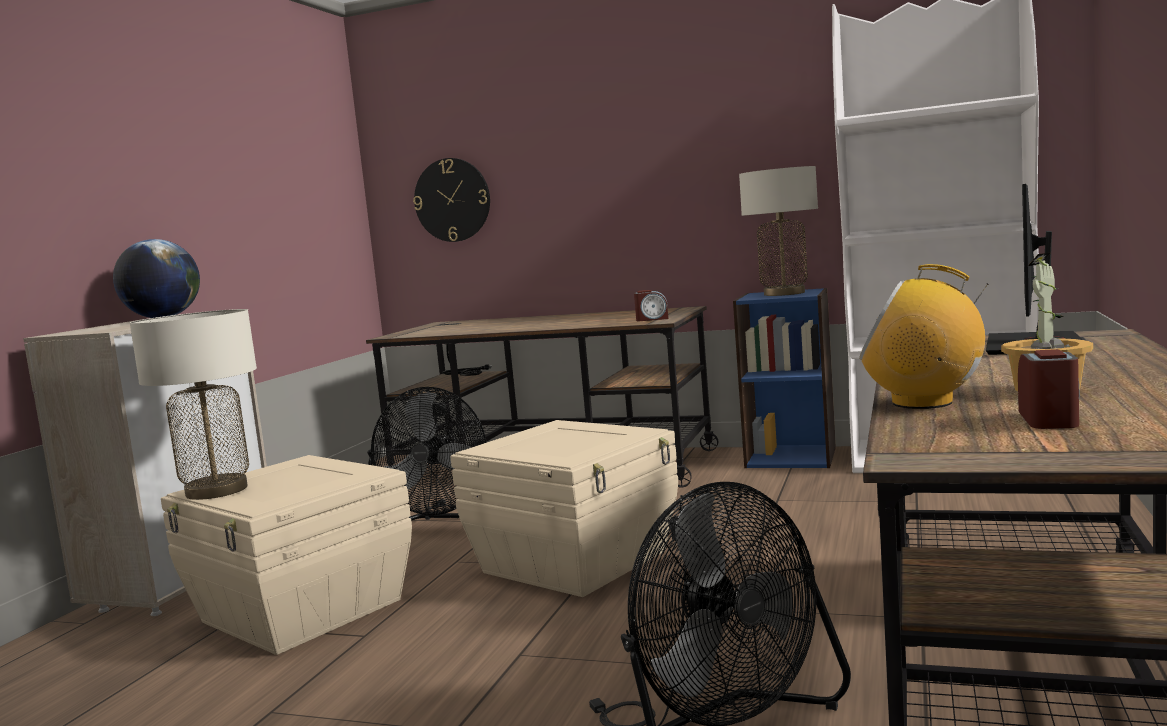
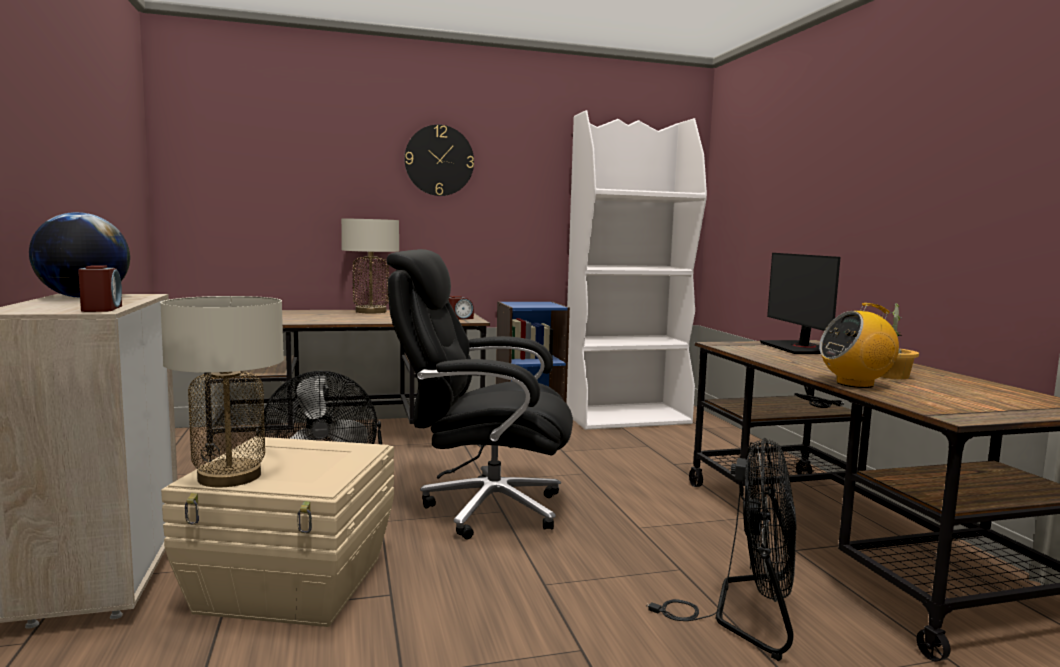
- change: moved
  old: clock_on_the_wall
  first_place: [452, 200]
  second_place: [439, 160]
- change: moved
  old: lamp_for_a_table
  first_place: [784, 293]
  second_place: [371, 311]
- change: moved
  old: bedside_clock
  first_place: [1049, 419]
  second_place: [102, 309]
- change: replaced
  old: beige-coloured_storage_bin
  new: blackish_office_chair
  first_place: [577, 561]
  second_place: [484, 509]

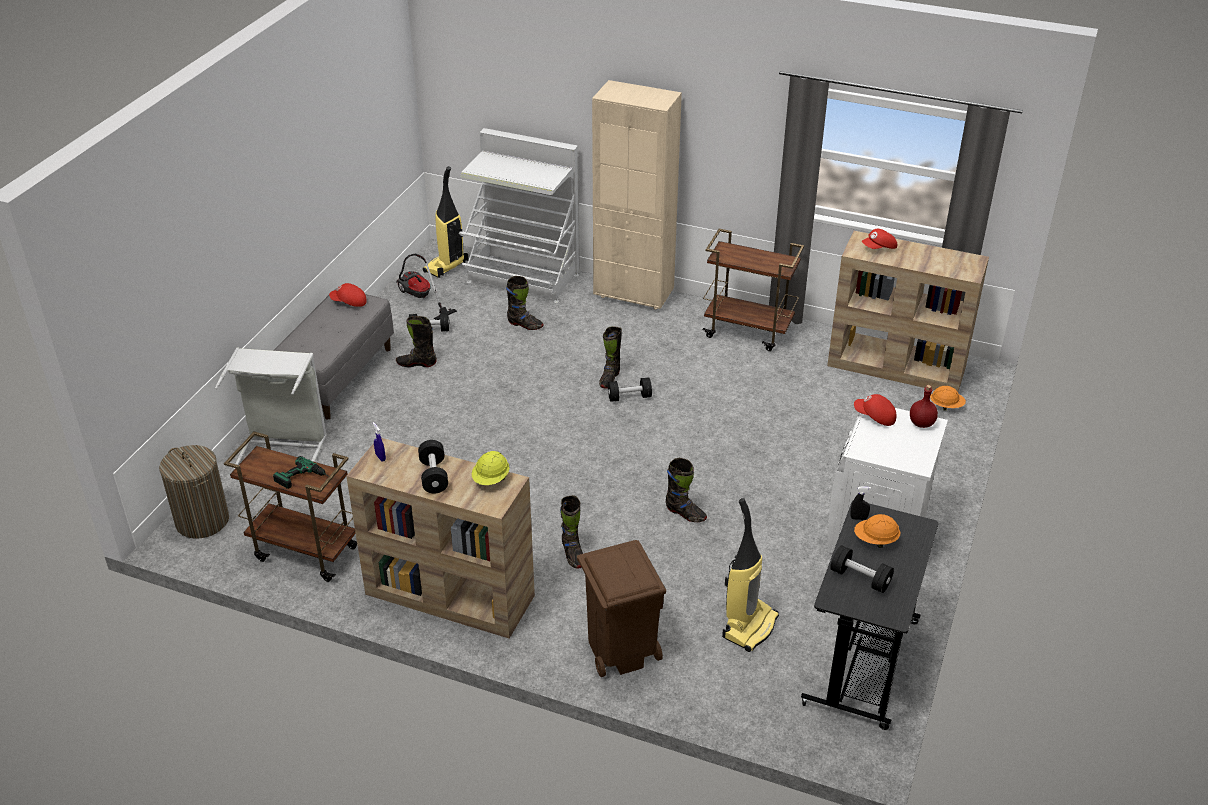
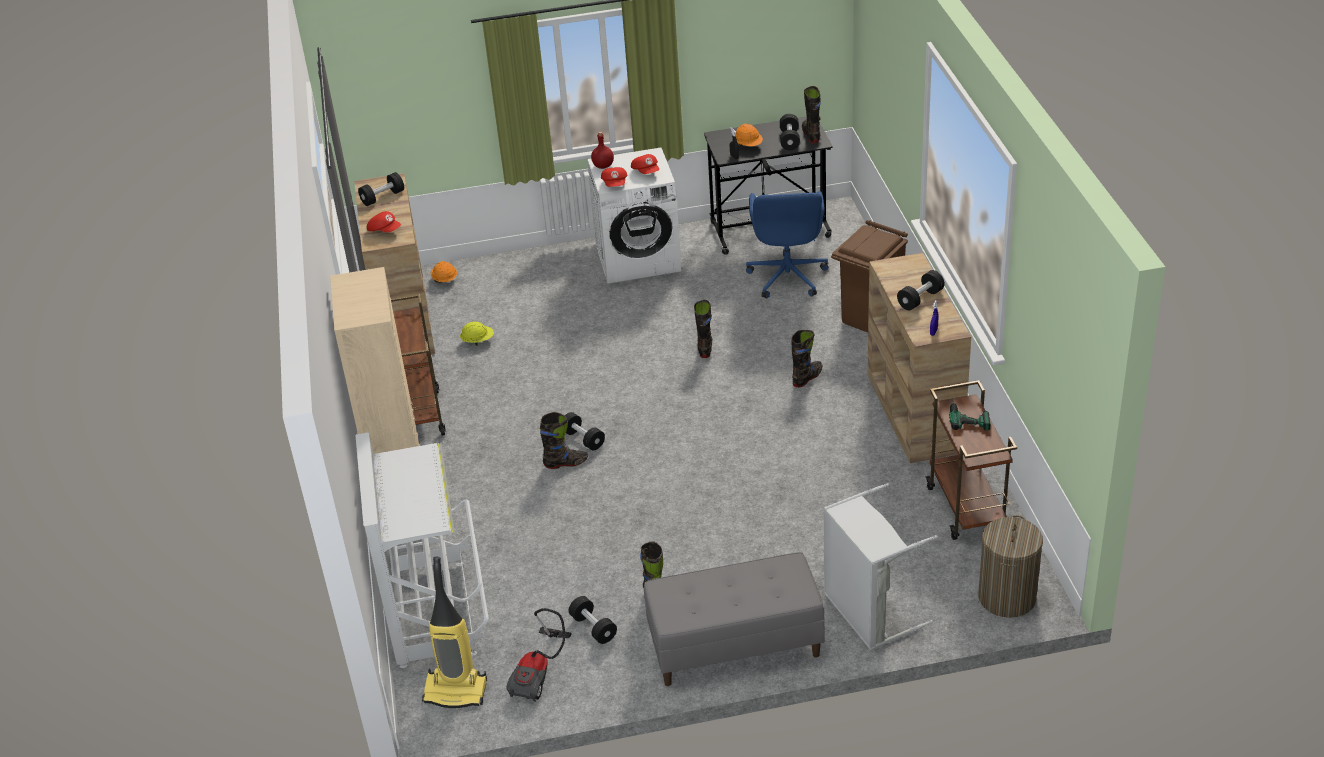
- change: moved
  old: blackish_boot
  first_place: [525, 325]
  second_place: [811, 135]
- change: moved
  old: red-coloured_peaked_cap
  first_place: [349, 302]
  second_place: [646, 171]
- change: moved
  old: yellowish_safety_helmet
  first_place: [491, 479]
  second_place: [478, 341]
- change: replaced
  old: vacuum
  new: blue-coloured_office_chair
  first_place: [749, 626]
  second_place: [787, 278]
- change: added
  new: blackish_dumbbell
  second_place: [382, 197]

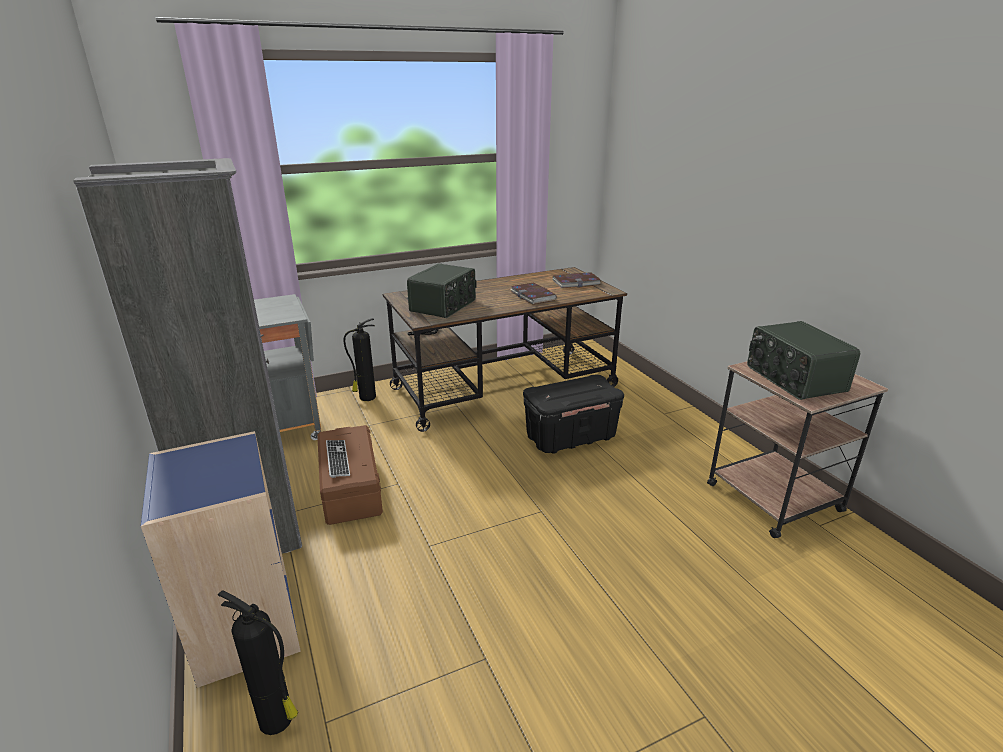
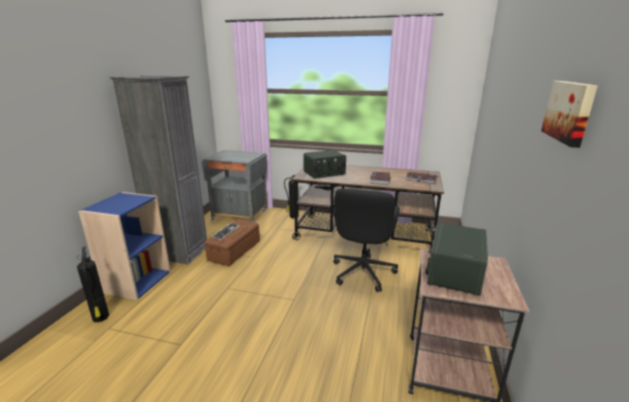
- change: replaced
  old: blackish_storage_bin
  new: blackish_office_chair
  first_place: [570, 437]
  second_place: [362, 273]
- change: added
  new: wall_picture
  second_place: [570, 111]

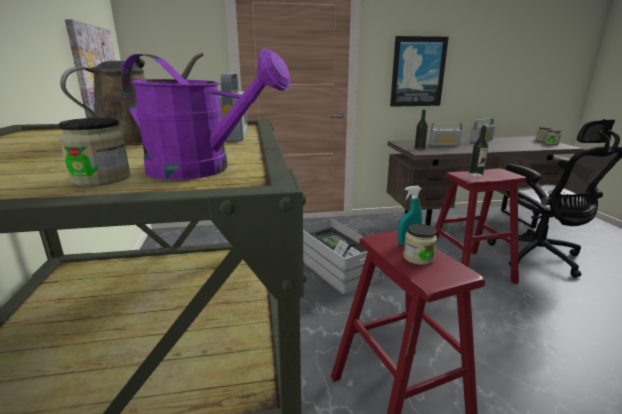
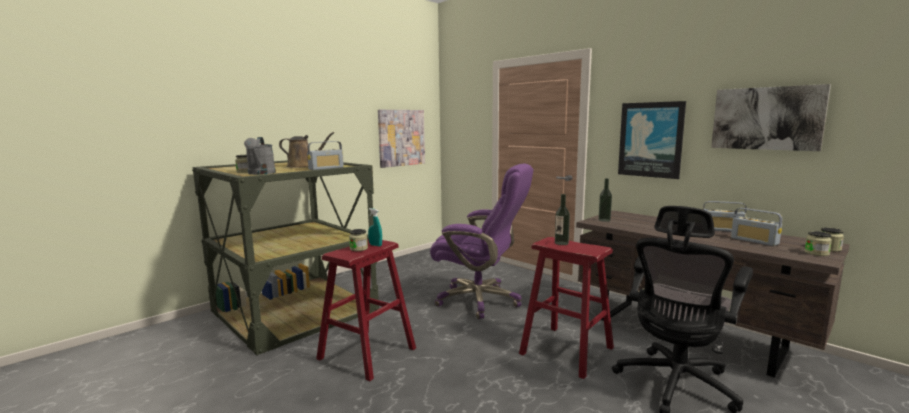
- change: recoloured
  old: purple_sprinkling_can
  new: gray_sprinkling_can
  first_place: [201, 170]
  second_place: [261, 173]
- change: moved
  old: radio_set
  first_place: [444, 145]
  second_place: [754, 241]
- change: replaced
  old: gray_storage_bin
  new: purple_office_chair
  first_place: [337, 268]
  second_place: [480, 302]
- change: added
  new: wall_picture
  second_place: [766, 118]

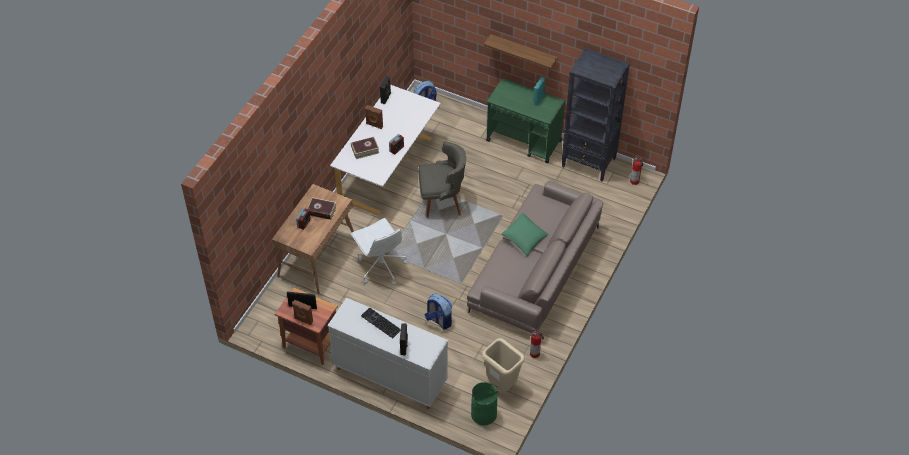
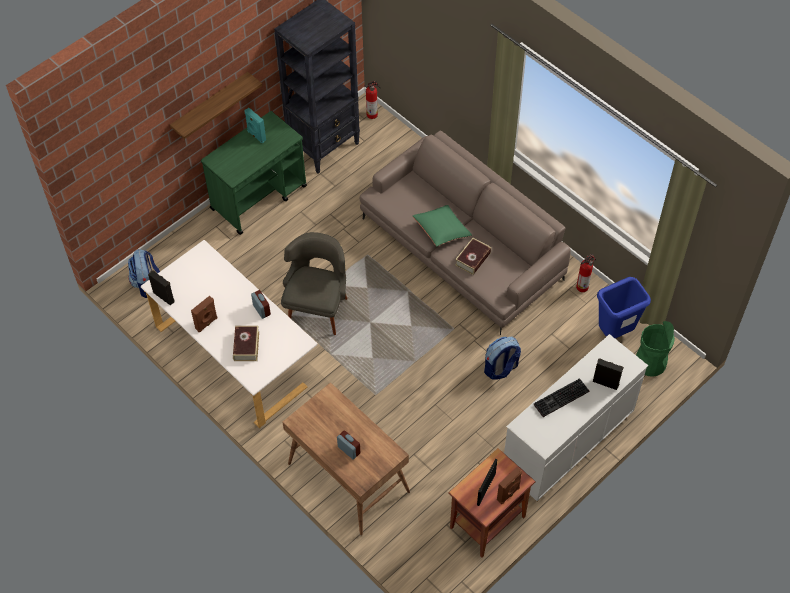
- change: moved
  old: volume
  first_place: [321, 211]
  second_place: [473, 259]
- change: removed
  old: white_office_chair
  first_place: [380, 266]
- change: recoloured
  old: beige-coloured_trash_can
  new: blue-coloured_trash_can
  first_place: [502, 385]
  second_place: [615, 332]

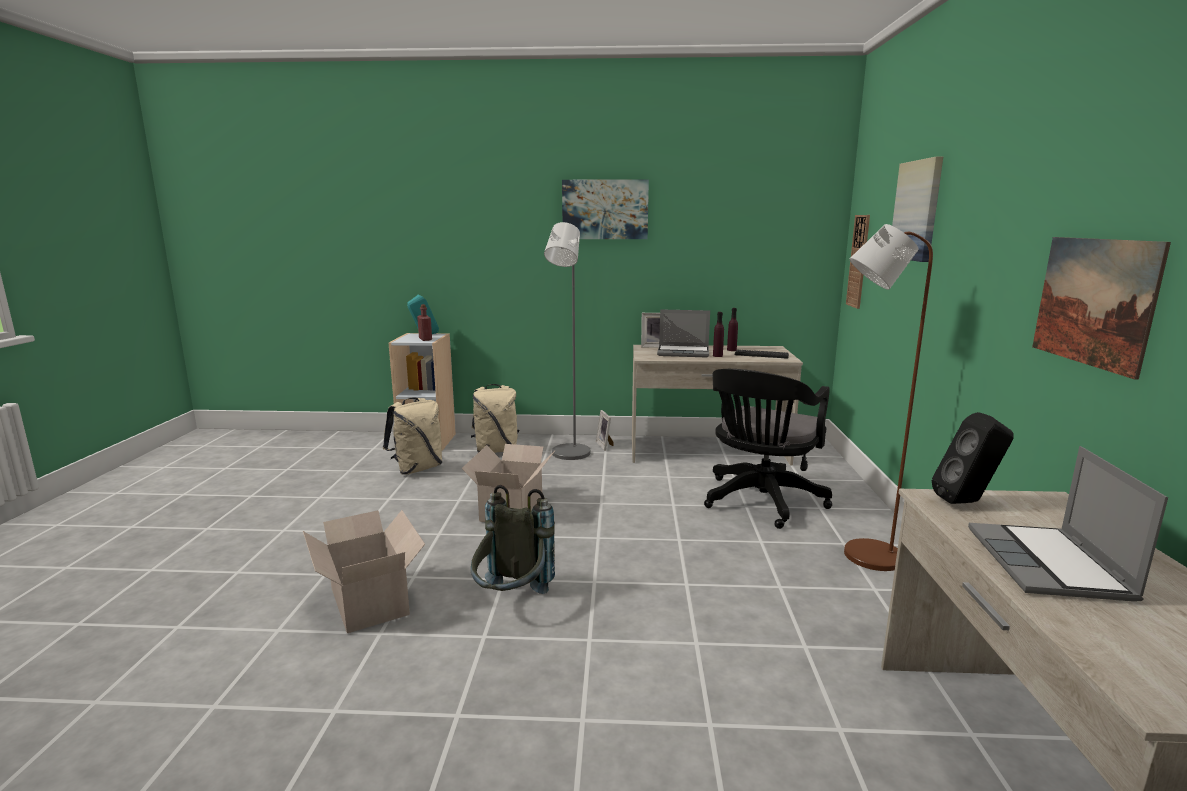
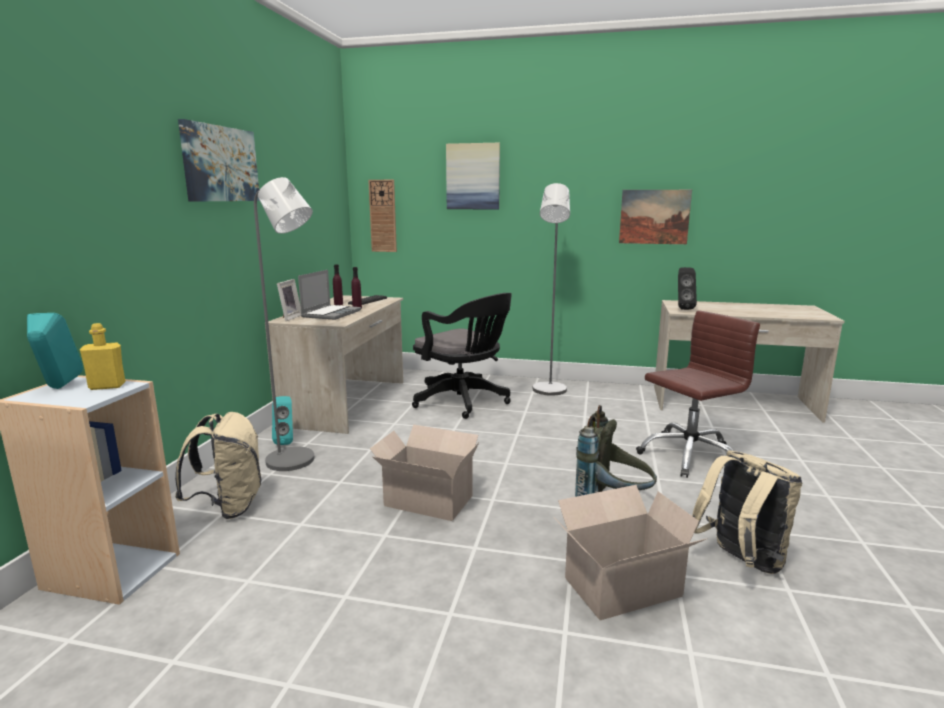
- change: recoloured
  old: brownish_standard_lamp
  new: gray_standard_lamp
  first_place: [861, 556]
  second_place: [549, 392]
- change: recoloured
  old: red-coloured_beverage_bottle
  new: yellowish_beverage_bottle
  first_place: [425, 339]
  second_place: [107, 386]
- change: moved
  old: beige-coloured_rucksack
  first_place: [417, 469]
  second_place: [740, 561]
- change: replaced
  old: picture_frame
  new: blue-green_audio_speaker
  first_place: [605, 445]
  second_place: [286, 441]
- change: removed
  old: laptop
  first_place: [1049, 565]
- change: added
  new: brownish_office_chair
  second_place: [689, 455]

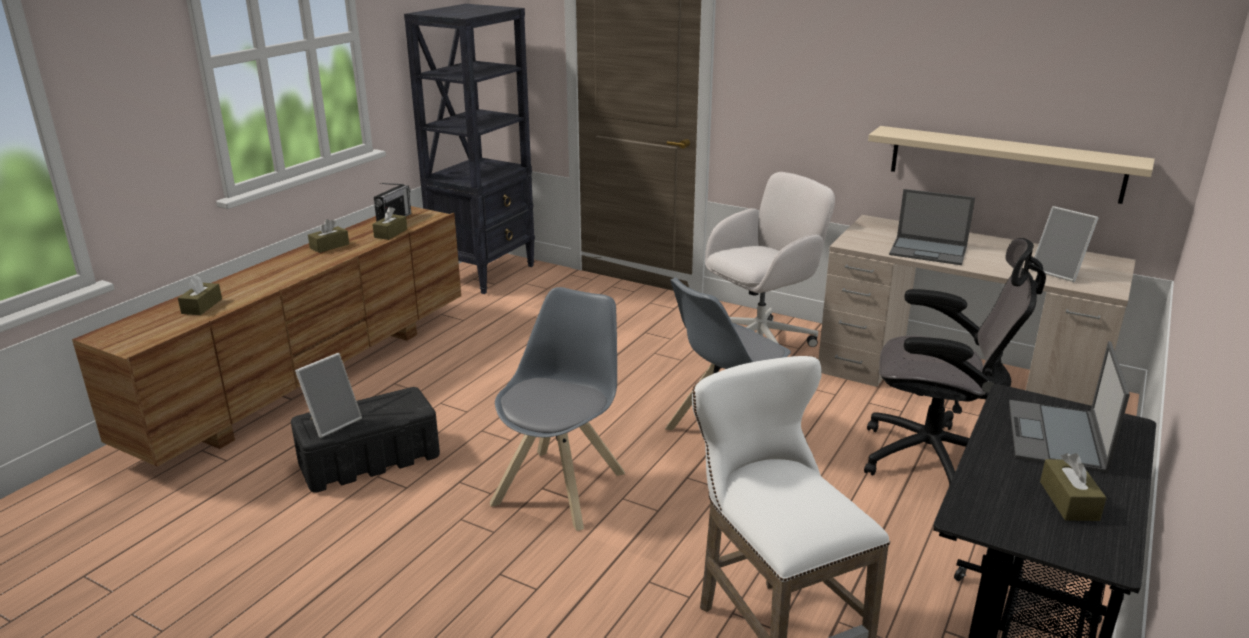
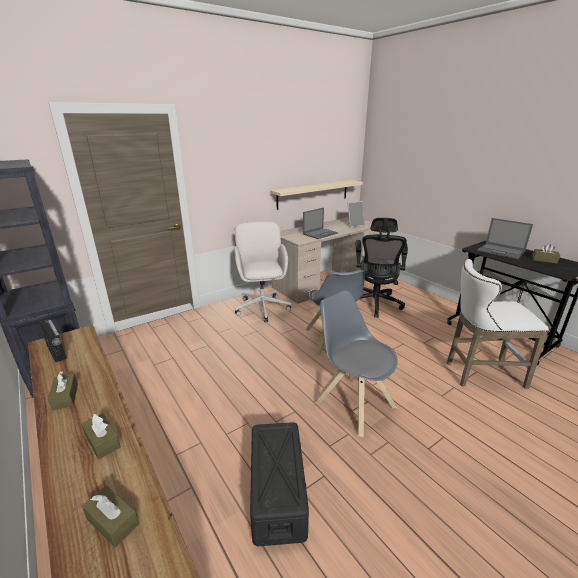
- change: moved
  old: brownish_tissue_box
  first_place: [390, 233]
  second_place: [102, 441]
- change: turned
  old: office_chair
  first_place: [931, 458]
  second_place: [374, 304]
  degrees: 150
- change: removed
  old: picture_frame
  first_place: [332, 422]

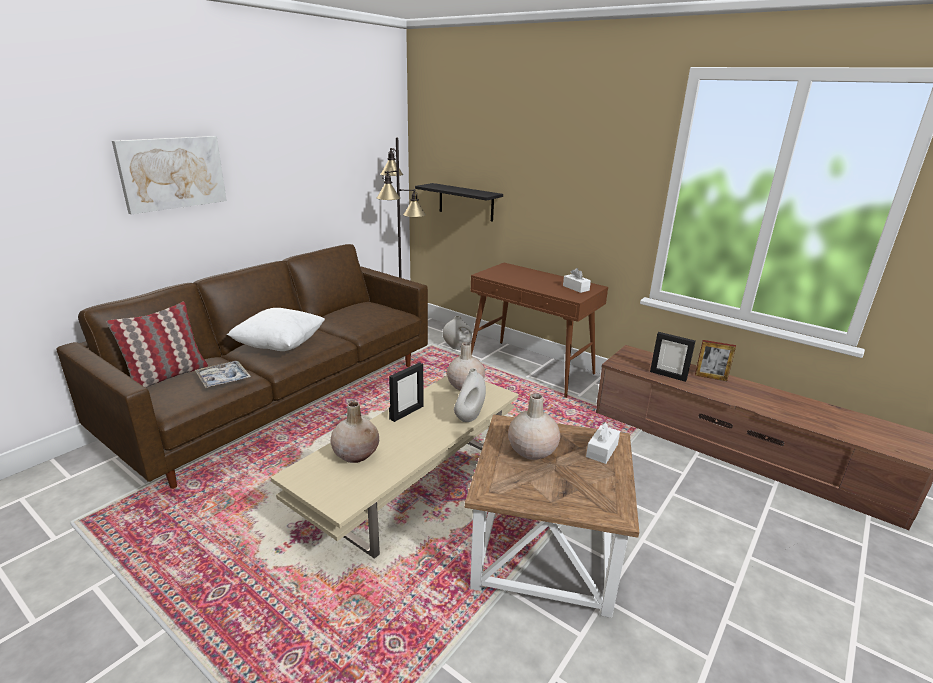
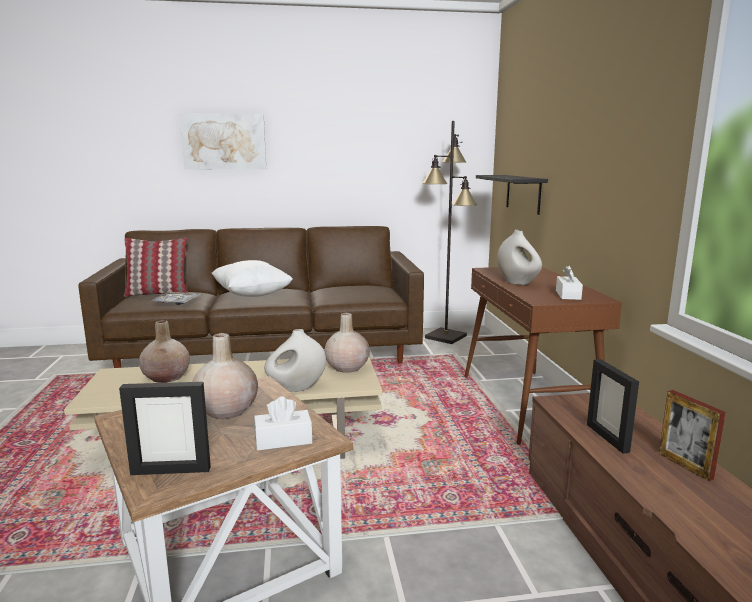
- change: moved
  old: white_flower_vase
  first_place: [459, 347]
  second_place: [517, 282]
- change: moved
  old: picture_frame
  first_place: [406, 412]
  second_place: [171, 470]

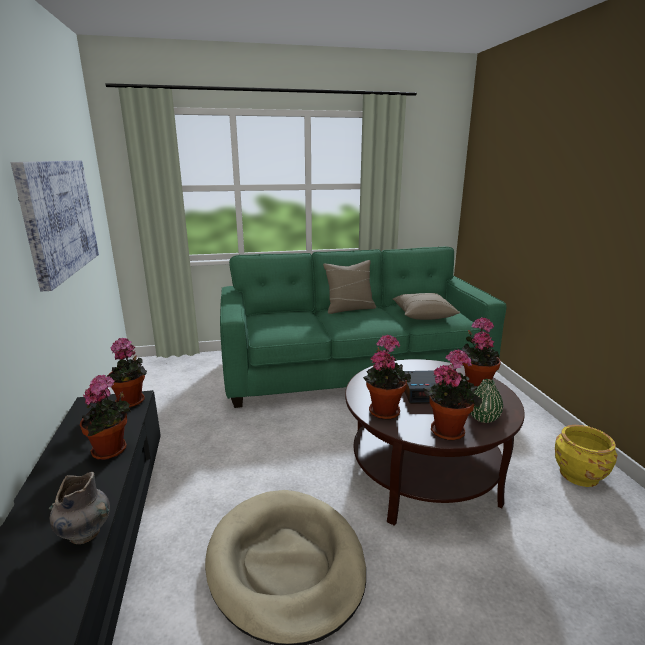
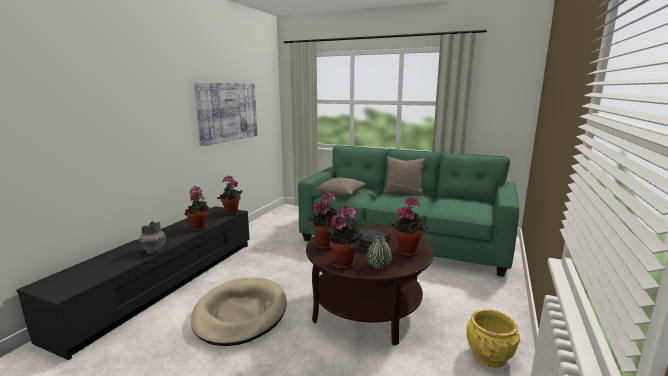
- change: moved
  old: beige-coloured_cushion
  first_place: [423, 315]
  second_place: [341, 193]

